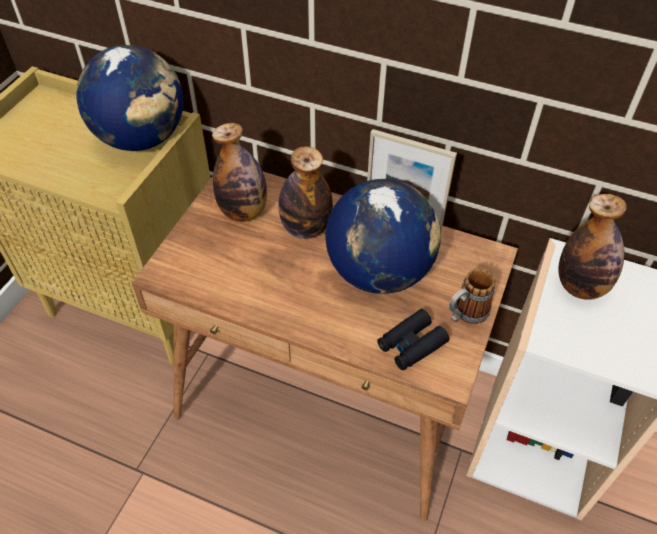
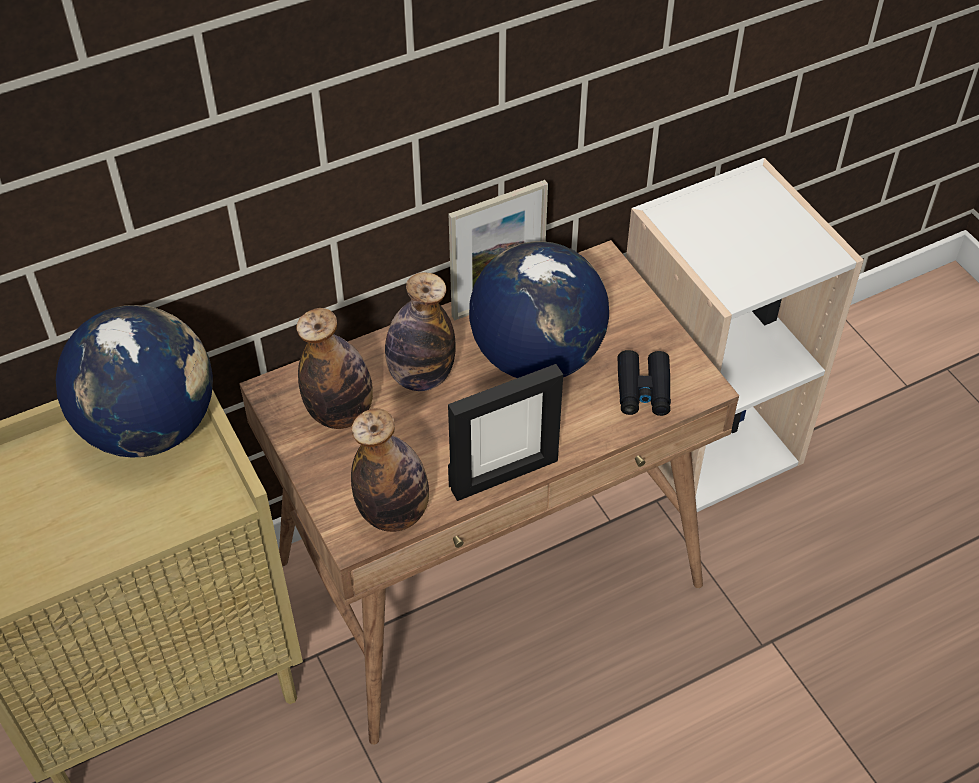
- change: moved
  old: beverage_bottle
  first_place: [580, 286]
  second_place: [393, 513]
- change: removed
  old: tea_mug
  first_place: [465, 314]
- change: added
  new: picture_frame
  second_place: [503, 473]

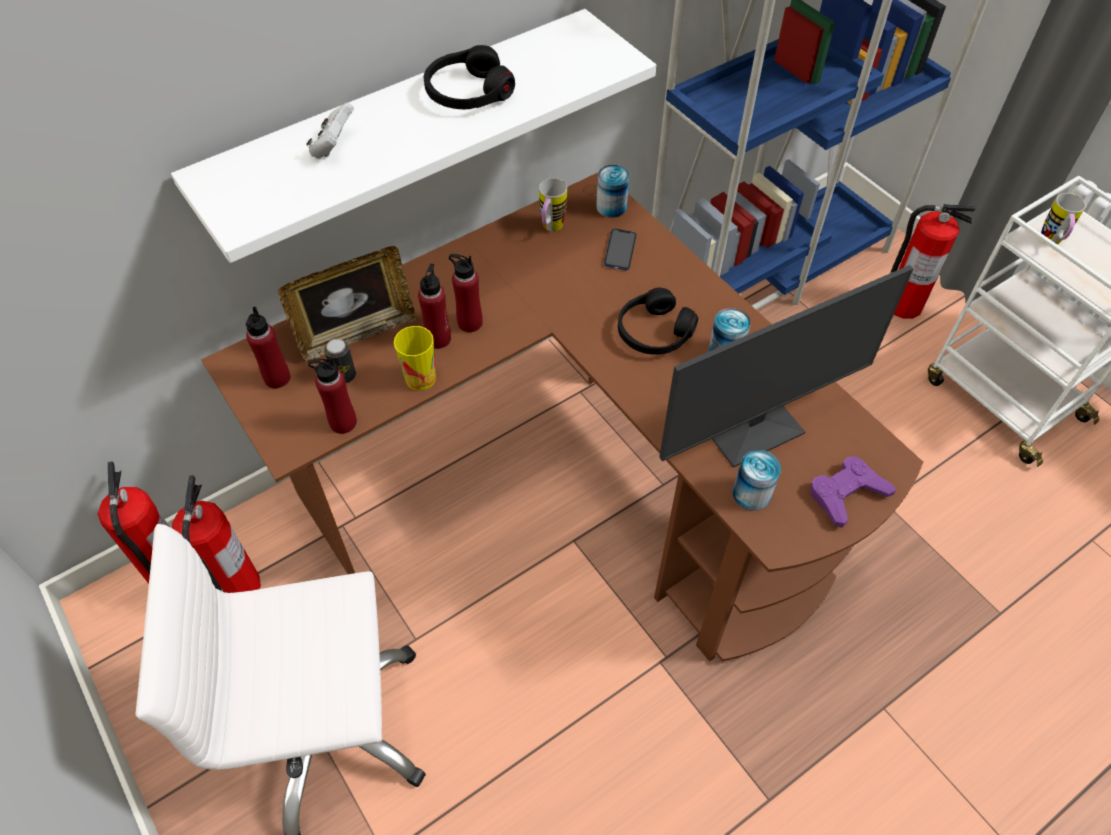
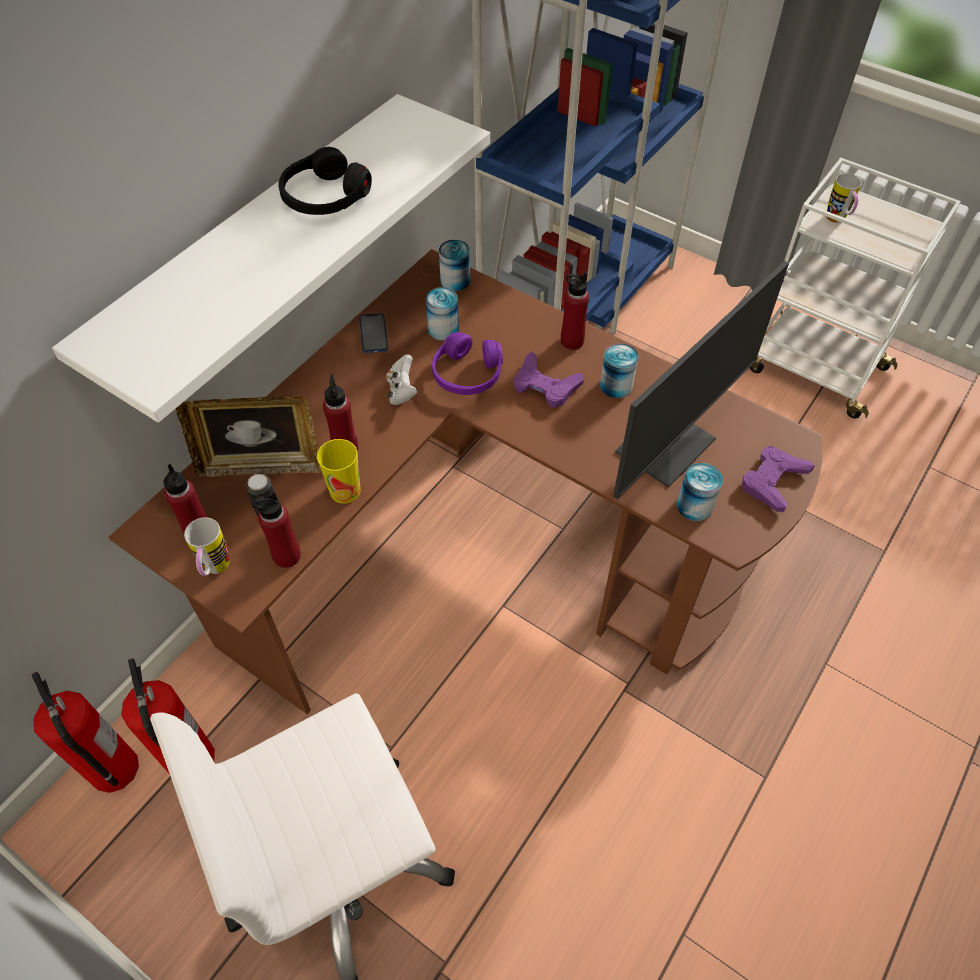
- change: moved
  old: white_joypad
  first_place: [333, 147]
  second_place: [402, 391]
- change: moved
  old: tea_mug
  first_place: [550, 229]
  second_place: [215, 571]
- change: removed
  old: extinguisher
  first_place: [903, 304]
- change: moved
  old: phone
  first_place: [620, 250]
  second_place: [373, 334]
- change: turned
  old: picture_frame
  first_place: [356, 333]
  second_place: [261, 465]
  degrees: 45
- change: moved
  old: red-coloured_beverage_bottle
  first_place: [470, 322]
  second_place: [572, 341]
- change: replaced
  old: blackish_headset
  new: purple_joypad
  first_place: [654, 332]
  second_place: [545, 386]
- change: added
  new: metal_can
  second_place: [443, 329]
- change: added
  new: purple_headset
  second_place: [467, 374]

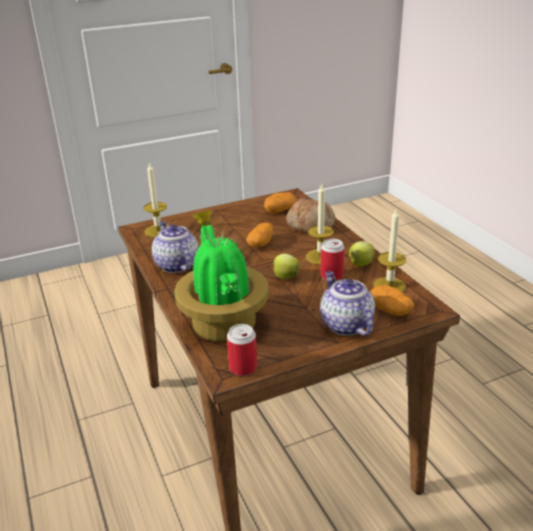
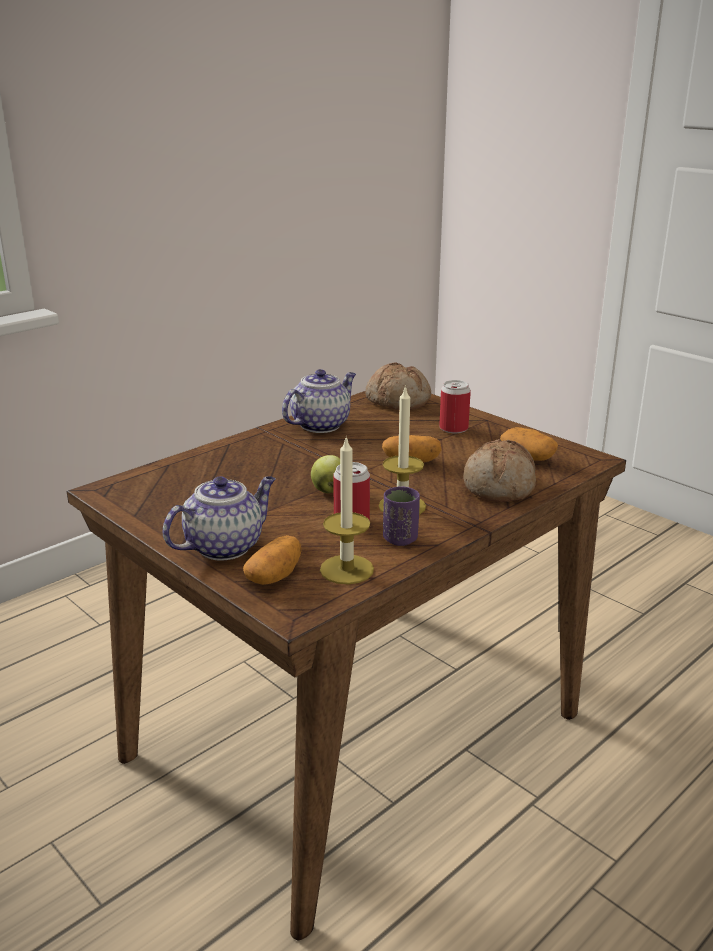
- change: replaced
  old: wax_candle
  new: bakery_bread
  first_place: [158, 231]
  second_place: [398, 400]
- change: removed
  old: potted_plant
  first_place: [223, 322]
- change: replaced
  old: apple
  new: purple_drinking_cup
  first_place: [360, 264]
  second_place: [400, 539]
- change: moved
  old: metal_can
  first_place: [243, 368]
  second_place: [453, 428]

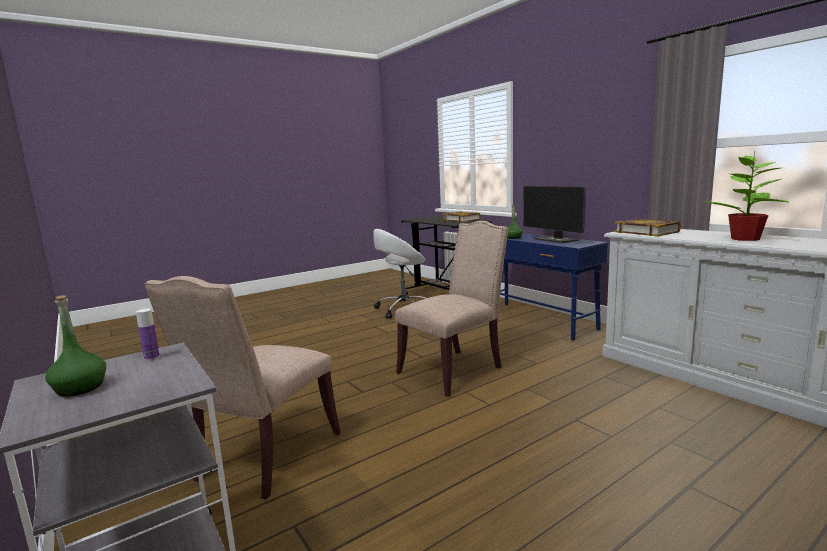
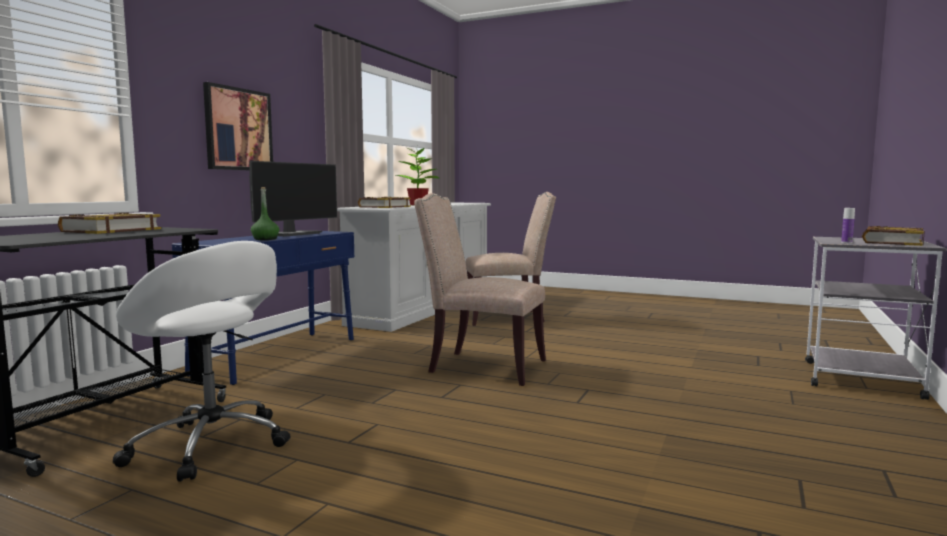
- change: moved
  old: beige-coloured_chair
  first_place: [264, 458]
  second_place: [507, 317]
- change: replaced
  old: green_beverage_bottle
  new: volume
  first_place: [80, 388]
  second_place: [891, 242]
- change: added
  new: wall_picture
  second_place: [238, 129]

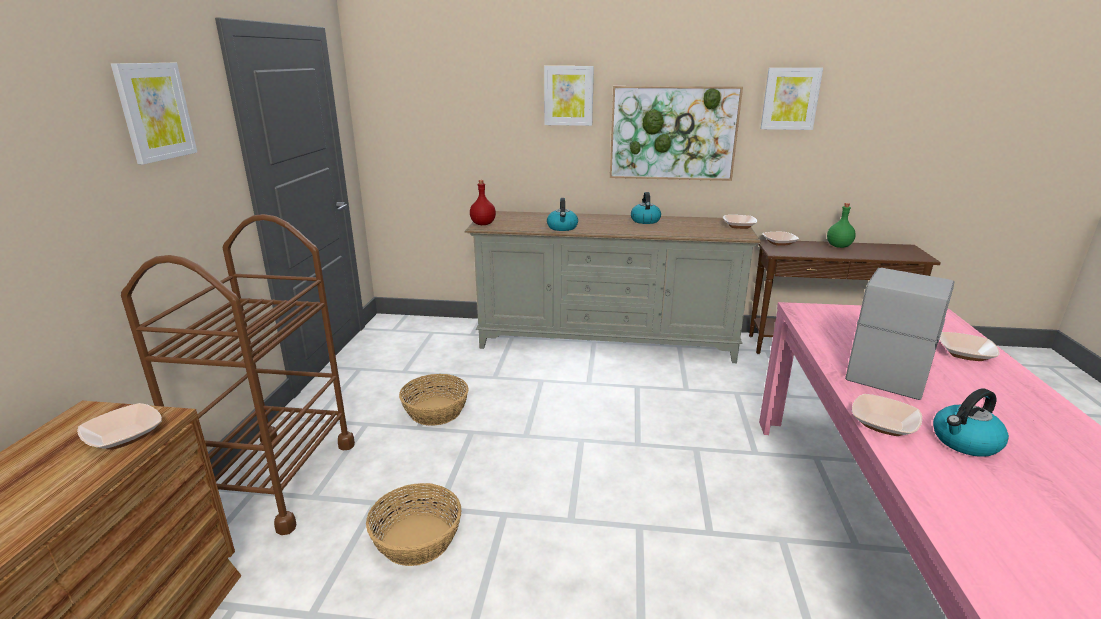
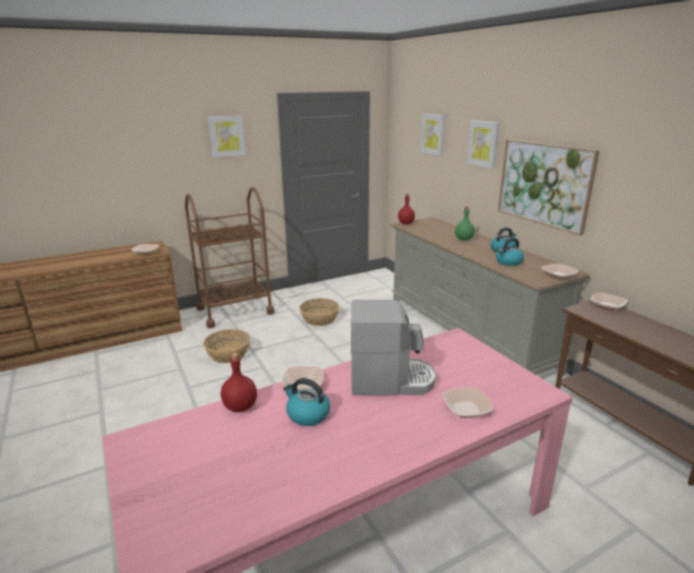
- change: moved
  old: wall_picture
  first_place: [790, 99]
  second_place: [433, 134]
- change: moved
  old: tea_kettle
  first_place: [562, 228]
  second_place: [508, 262]
- change: moved
  old: green_beverage_bottle
  first_place: [838, 246]
  second_place: [463, 239]
- change: added
  new: red-coloured_beverage_bottle
  second_place: [241, 407]

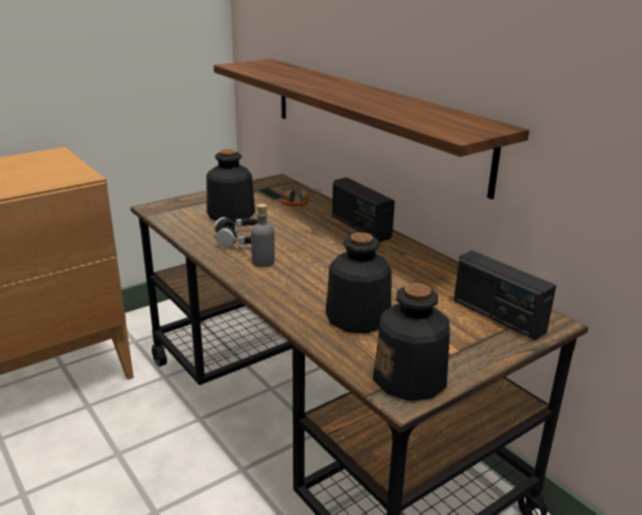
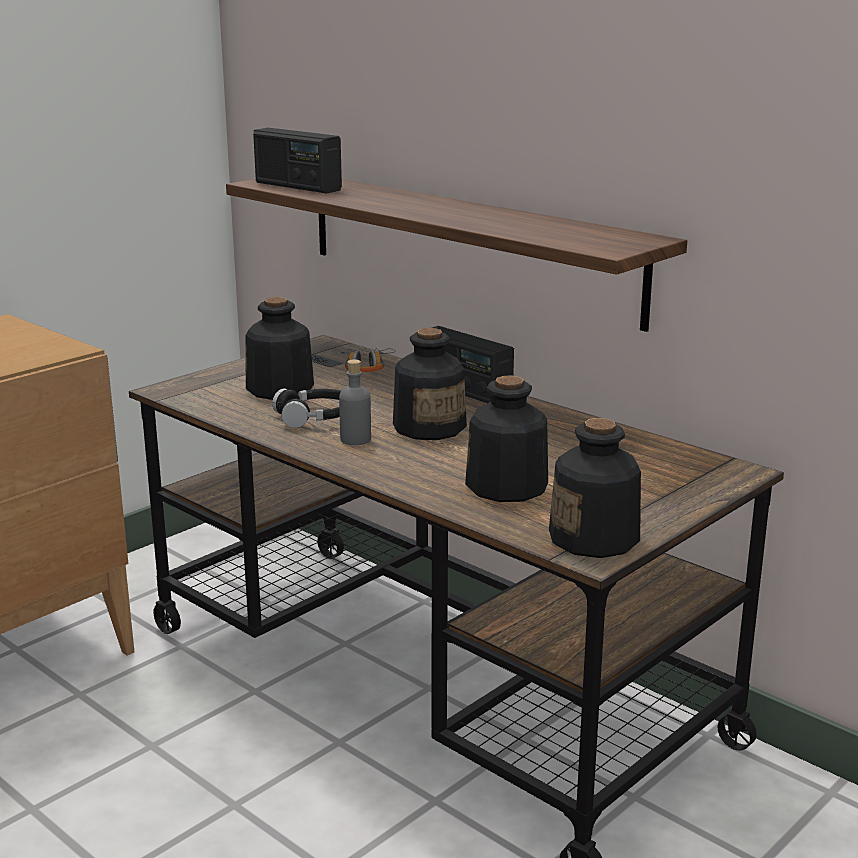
- change: moved
  old: radio_set
  first_place: [498, 316]
  second_place: [297, 186]
- change: added
  new: beverage_bottle
  second_place: [429, 427]

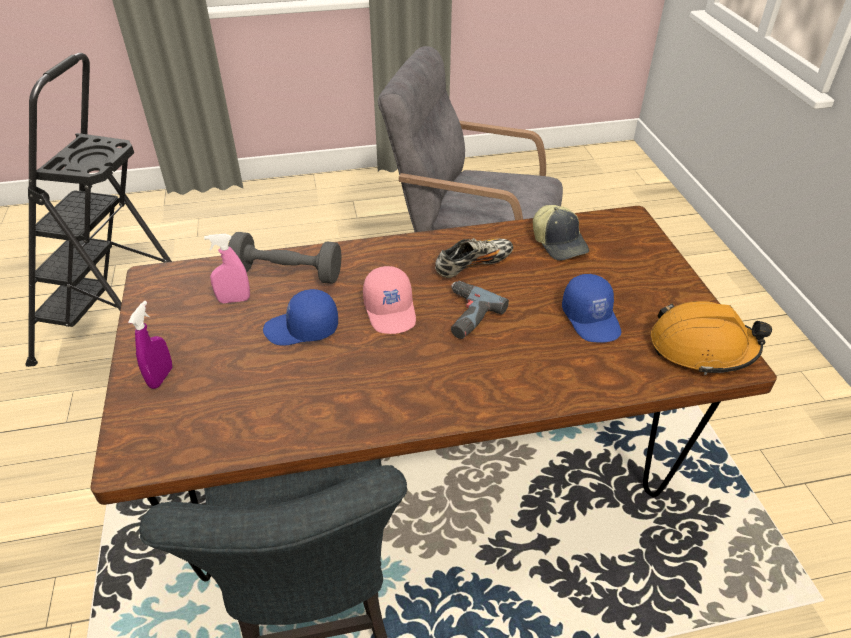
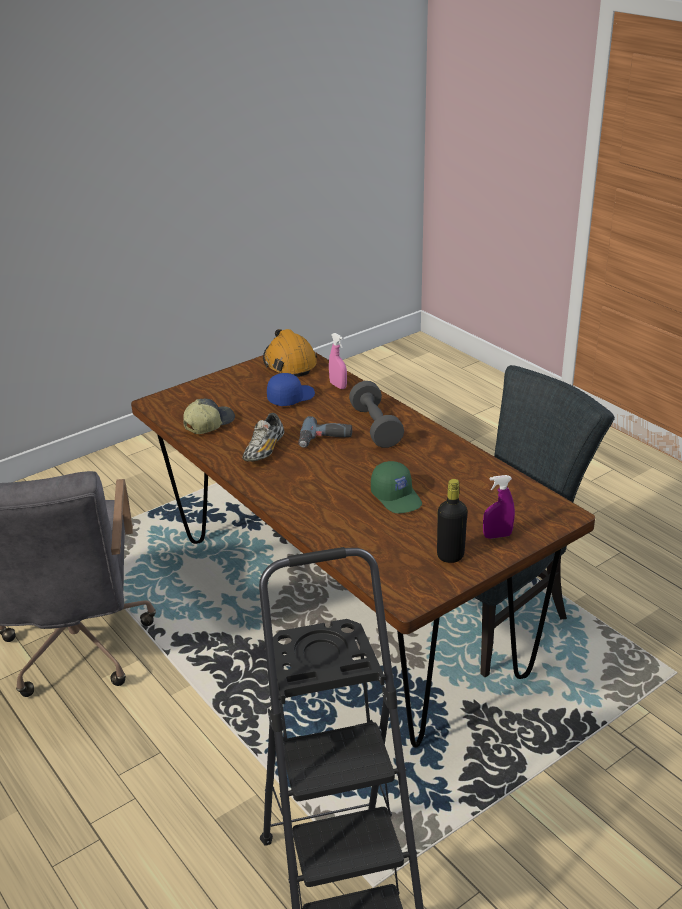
- change: moved
  old: gray_dumbbell
  first_place: [287, 273]
  second_place: [376, 427]
- change: moved
  old: pink-coloured_hand_sprayer
  first_place: [234, 300]
  second_place: [338, 386]
- change: turned
  old: low_shoe
  first_place: [473, 265]
  second_place: [264, 450]
  degrees: -105
- change: removed
  old: pink-coloured_peaked_cap
  first_place: [391, 310]
- change: recoloured
  old: blue-coloured_peaked_cap
  new: green_peaked_cap
  first_place: [302, 329]
  second_place: [397, 497]
- change: added
  new: blackish_beverage_bottle
  second_place: [450, 556]

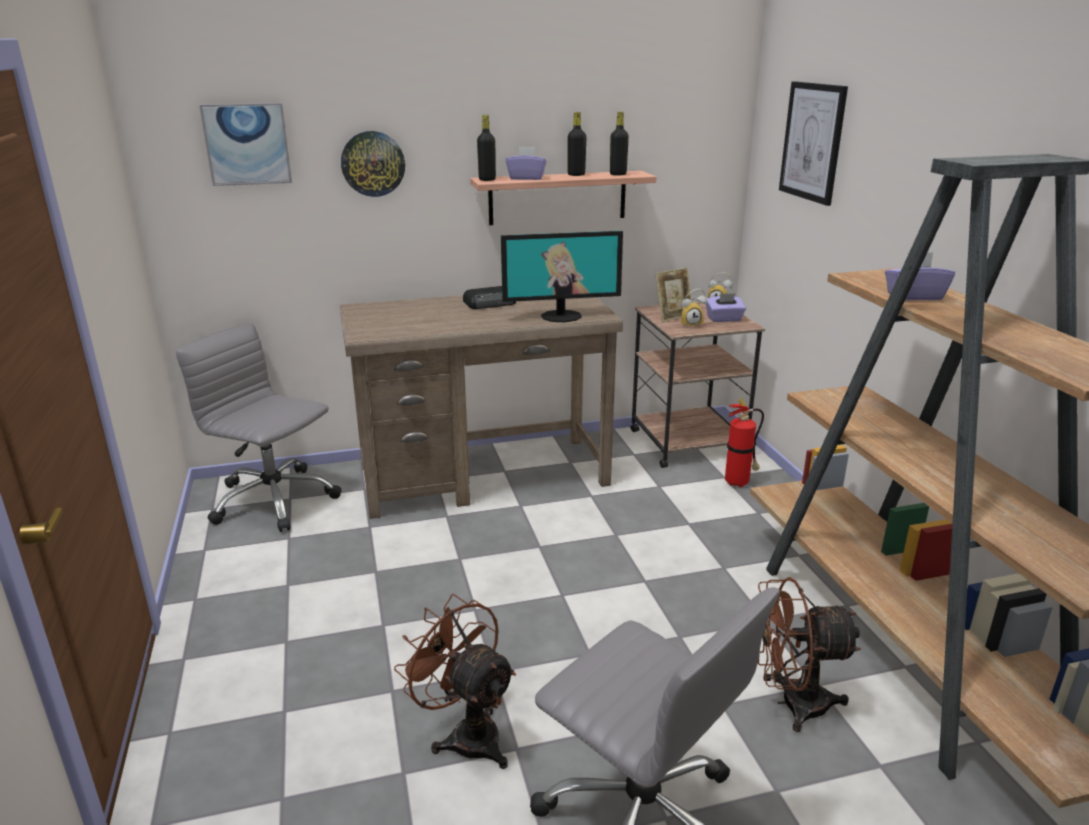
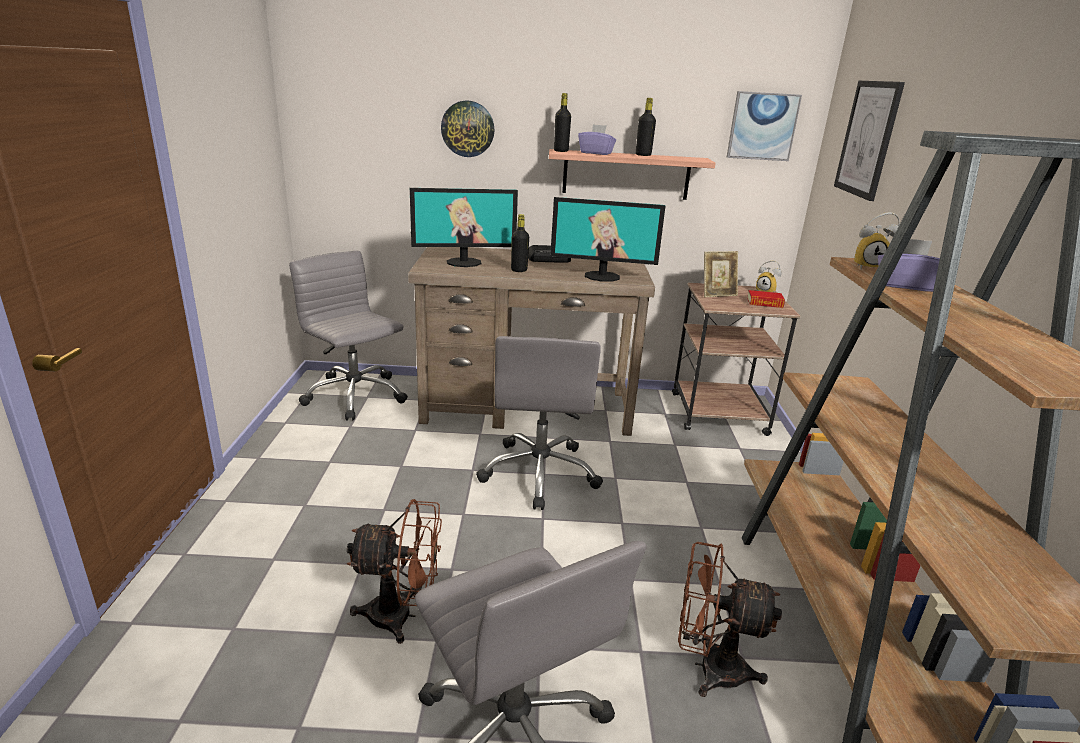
- change: moved
  old: wall_picture
  first_place: [247, 144]
  second_place: [762, 126]
- change: moved
  old: blackish_beverage_bottle
  first_place: [618, 174]
  second_place: [519, 270]
- change: moved
  old: bedside_clock
  first_place: [691, 324]
  second_place: [868, 267]
- change: replaced
  old: purple_tissue_box
  new: volume
  first_place: [724, 319]
  second_place: [764, 303]
- change: removed
  old: extinguisher
  first_place: [739, 483]
- change: turned
  old: brownish_fan
  first_place: [466, 734]
  second_place: [402, 616]
  degrees: 120
- change: added
  new: computer_display
  second_place: [464, 262]
- change: added
  new: gray_office_chair
  second_place: [540, 473]

